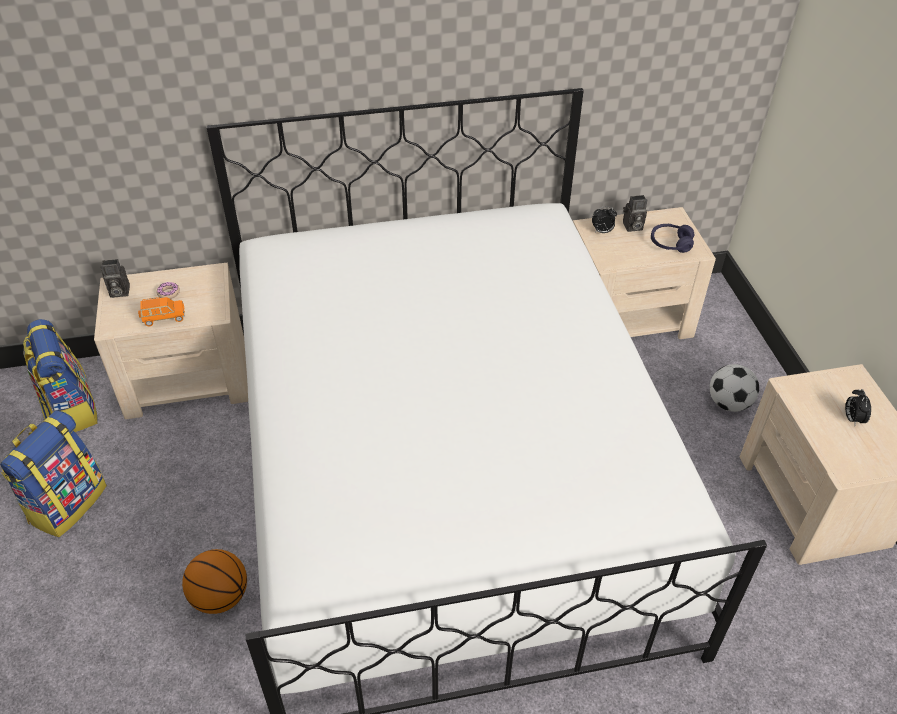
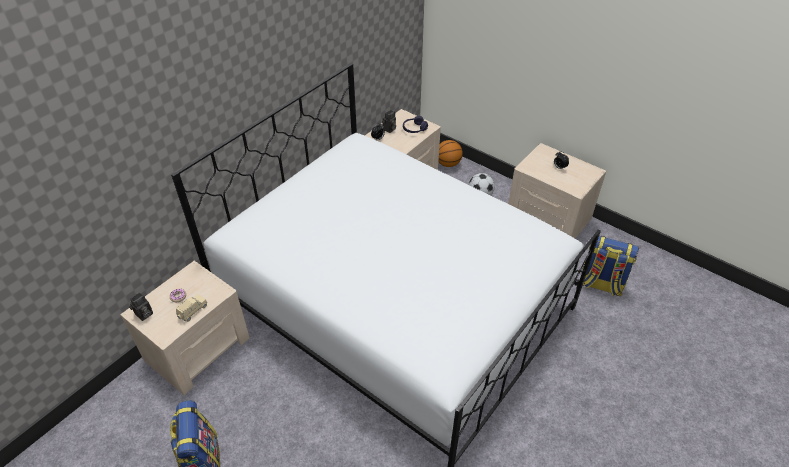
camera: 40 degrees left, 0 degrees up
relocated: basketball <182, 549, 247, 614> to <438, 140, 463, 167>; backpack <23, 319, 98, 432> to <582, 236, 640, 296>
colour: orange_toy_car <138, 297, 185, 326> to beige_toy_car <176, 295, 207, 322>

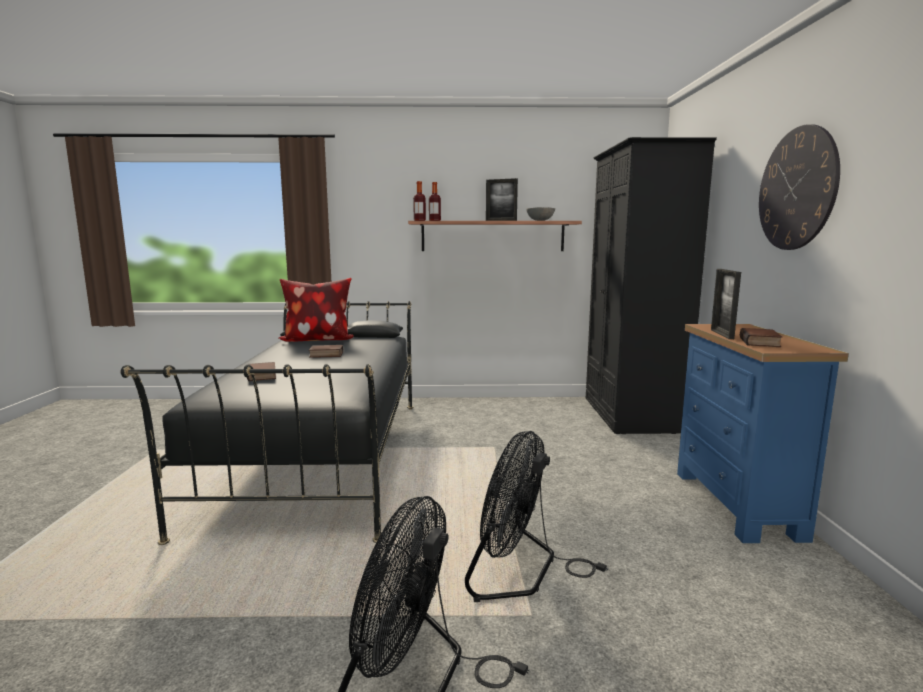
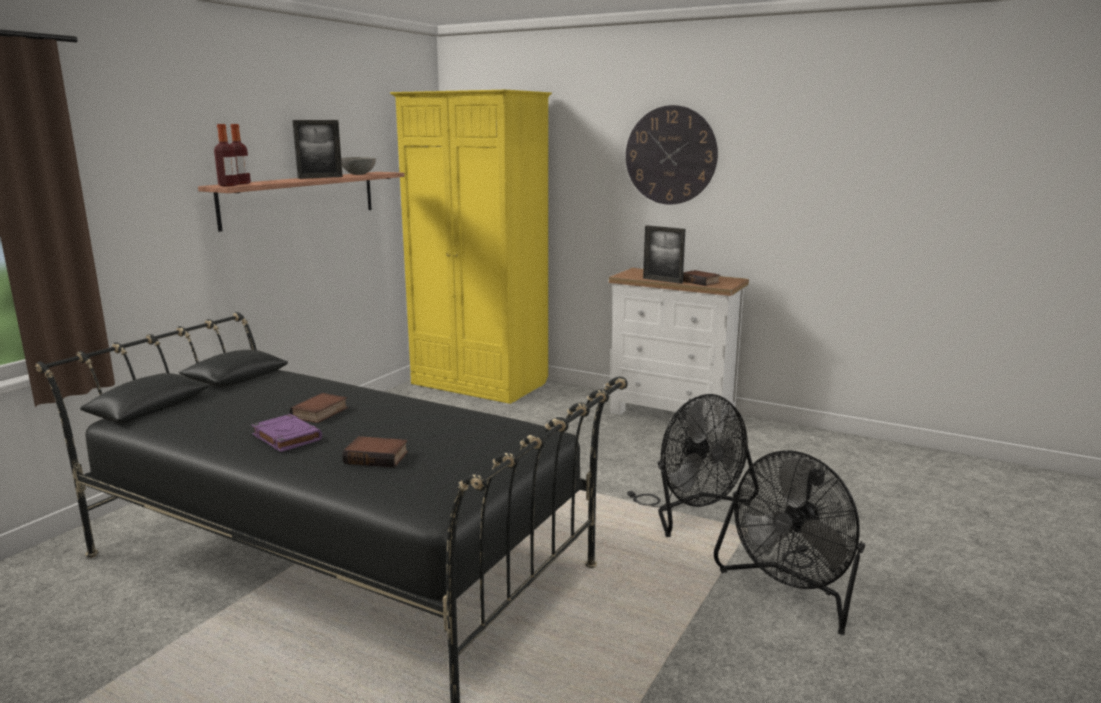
camera: 60 degrees left, 5 degrees up
missing: pillow <279, 278, 354, 342>
appeared: purple_book <251, 414, 322, 452>
colour: black_wardrobe <586, 137, 717, 434> to yellow_wardrobe <390, 90, 552, 404>; blue_dresser <677, 324, 849, 543> to white_dresser <609, 268, 749, 434>
spun: black_fan <465, 431, 609, 602> = <627, 394, 759, 537> 90 degrees counterclockwise

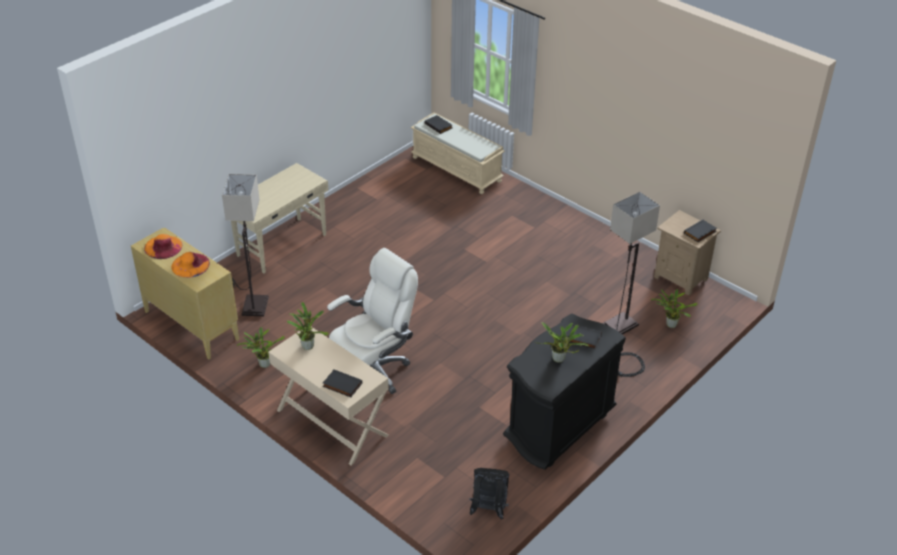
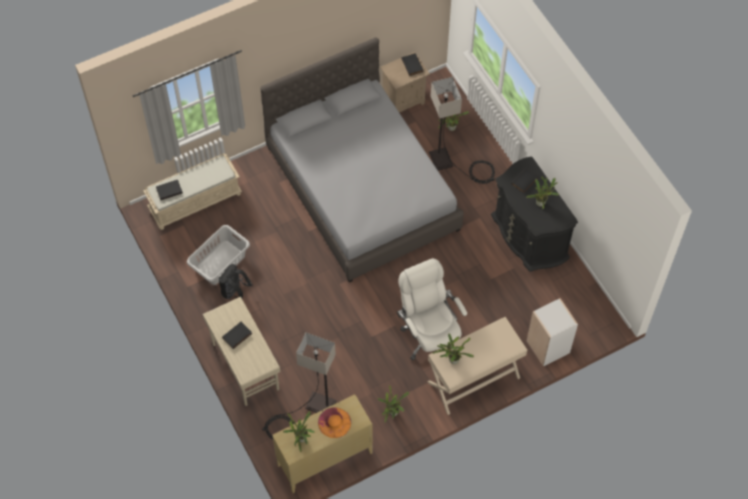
camera: 70 degrees left, 20 degrees up
appeared: grey_laundry_basket <187, 225, 250, 285>; grey_bed <260, 37, 464, 283>; bookcase <527, 298, 578, 367>
relocated: black_backpack <469, 468, 509, 519> to <219, 264, 253, 299>; black_book <323, 369, 362, 397> to <222, 322, 252, 349>
exchanged: orange_hat <144, 234, 182, 259> to potted_plant <283, 411, 315, 452>

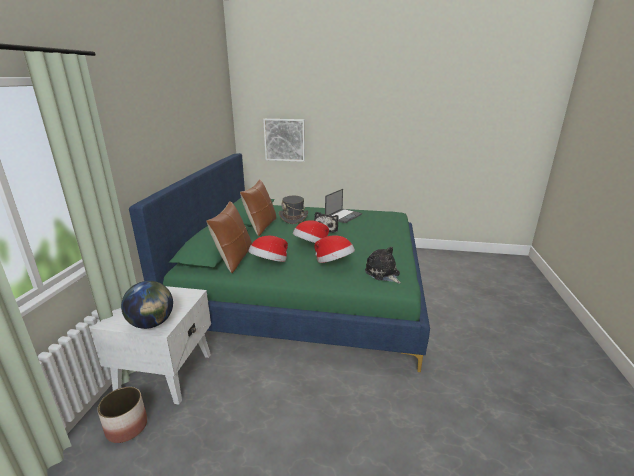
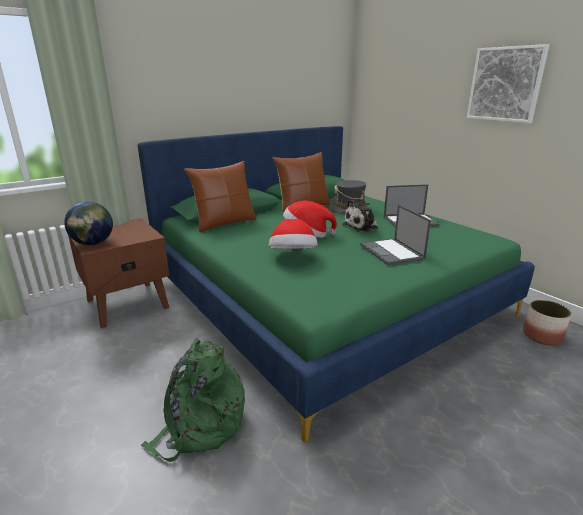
camera: 45 degrees right, 0 degrees up
missing: hat <249, 236, 288, 262>; plush_toy <365, 247, 401, 284>
appeared: green_backpack <141, 338, 245, 462>; laptop <360, 205, 431, 265>
relocated: picture <263, 119, 305, 162> to <467, 44, 550, 123>; planter <97, 387, 147, 443> to <523, 300, 571, 345>
colour: white_nightstand <89, 286, 211, 404> to brown_nightstand <68, 218, 170, 328>

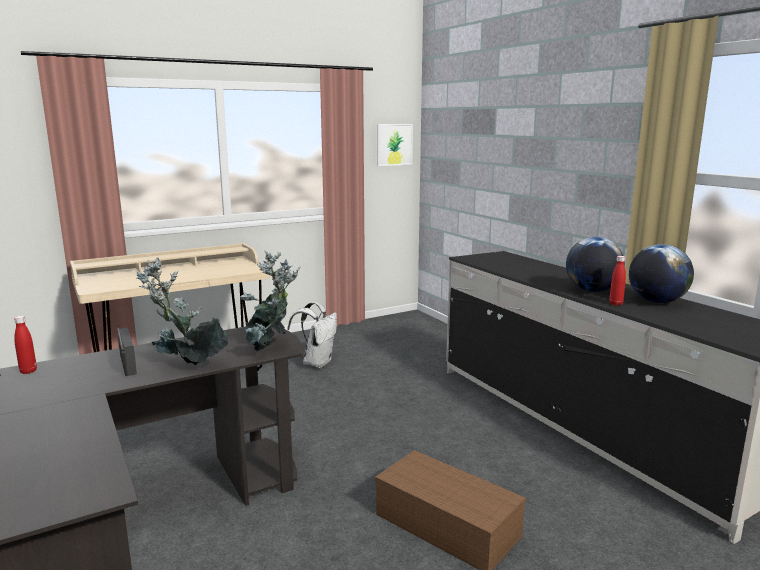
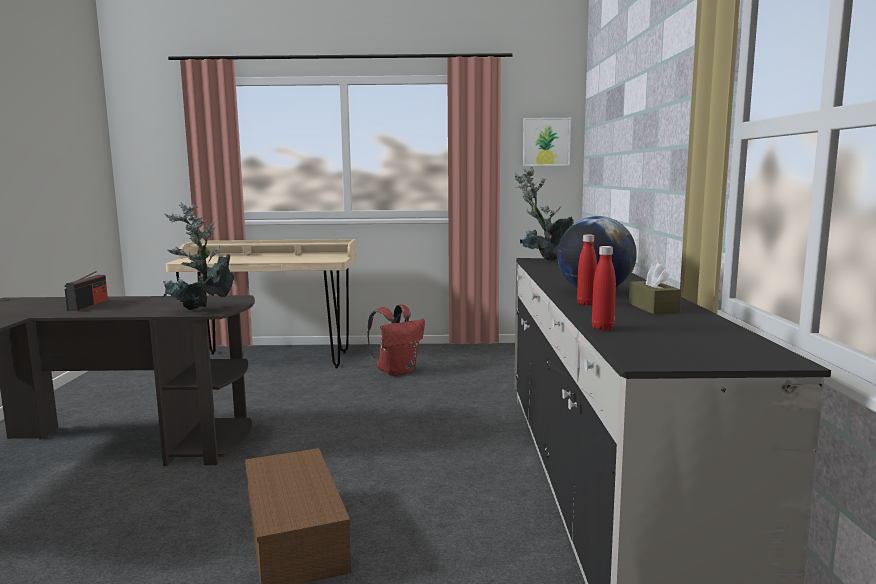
camera: 30 degrees right, 5 degrees down
relocated: potted_plant <136, 258, 228, 365> to <514, 167, 574, 260>; red_bottle <14, 316, 37, 374> to <592, 246, 616, 330>
exchanged: globe <629, 244, 694, 303> to brown_tissue_box <629, 263, 681, 314>
colour: white_backpack <287, 302, 337, 368> to red_backpack <367, 304, 425, 376>

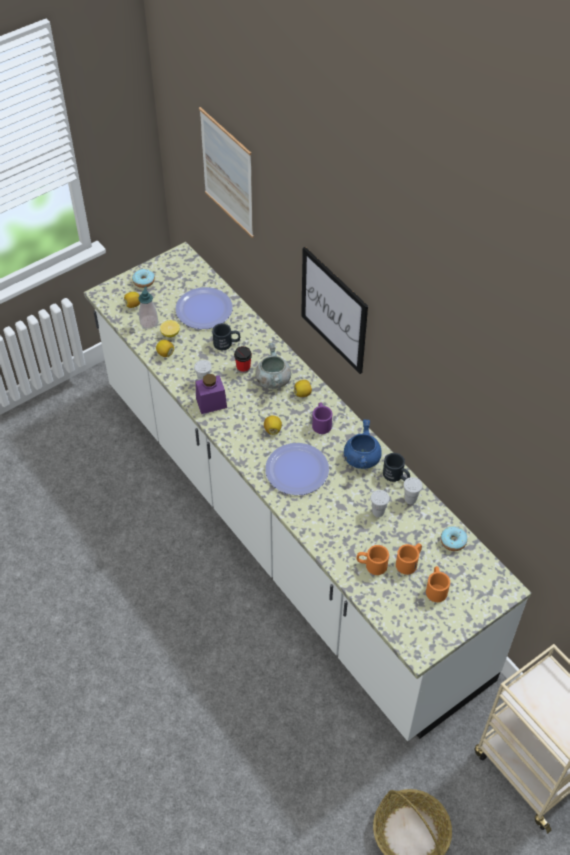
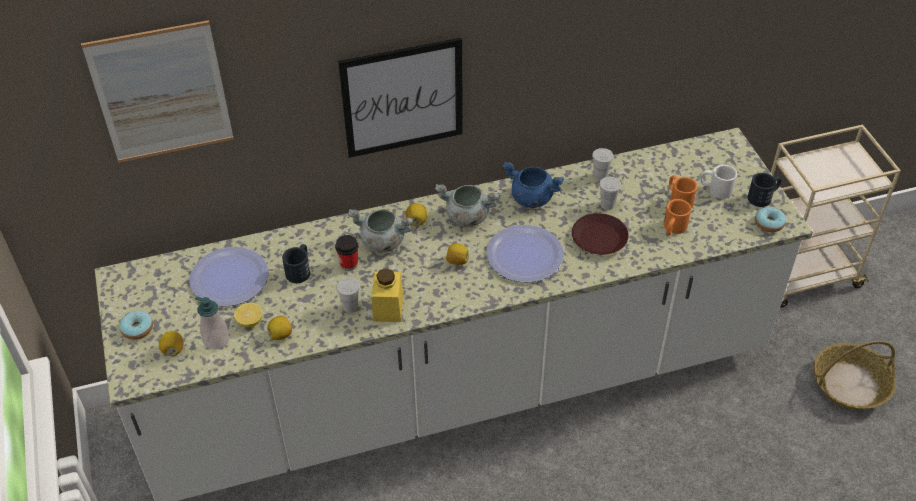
camera: 70 degrees left, 5 degrees down
appeared: brown_plate <572, 213, 629, 255>
relocated: black_mug <383, 453, 410, 482> to <748, 173, 781, 207>; donut <440, 526, 467, 551> to <755, 207, 786, 232>
exchanged: purple_mug <312, 402, 333, 434> to grey_cooking_pot <435, 184, 499, 227>
colour: purple_jar <195, 374, 227, 414> to yellow_jar <372, 268, 403, 322>; orange_mug <426, 566, 450, 602> to white_mug <700, 165, 737, 199>

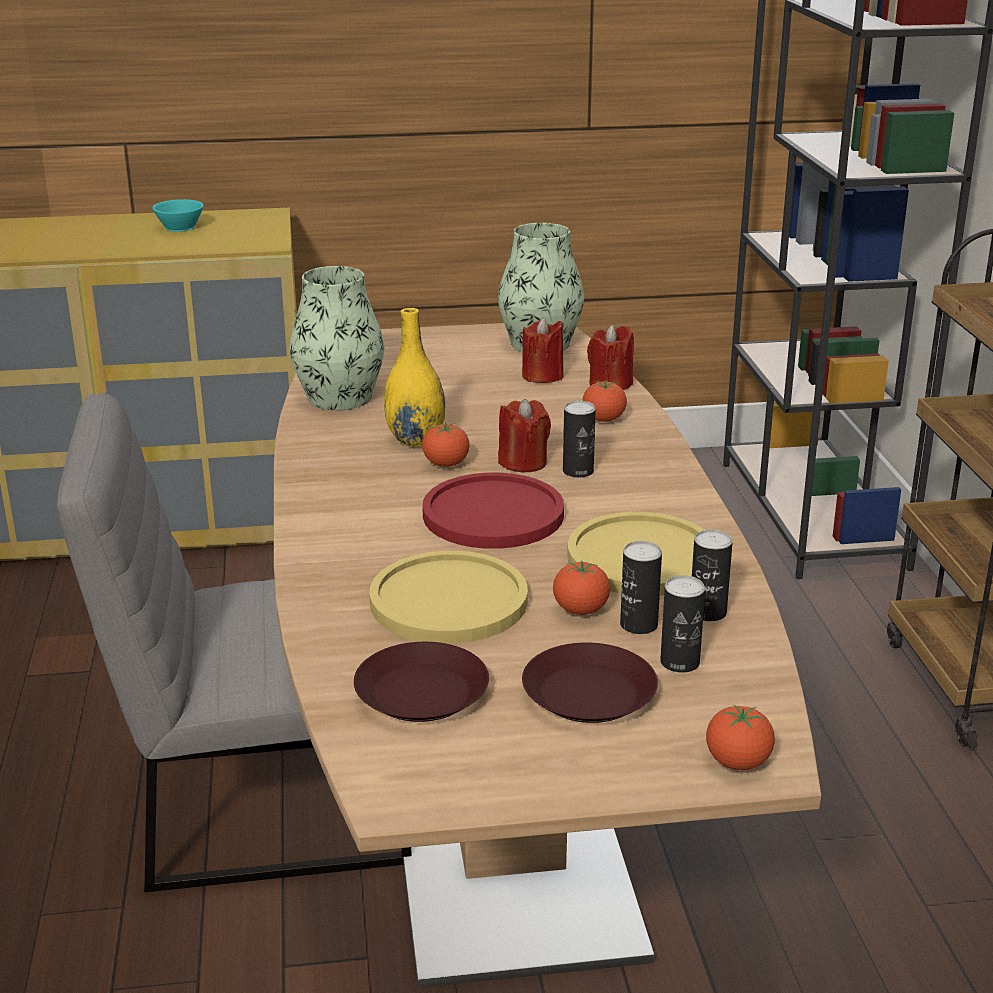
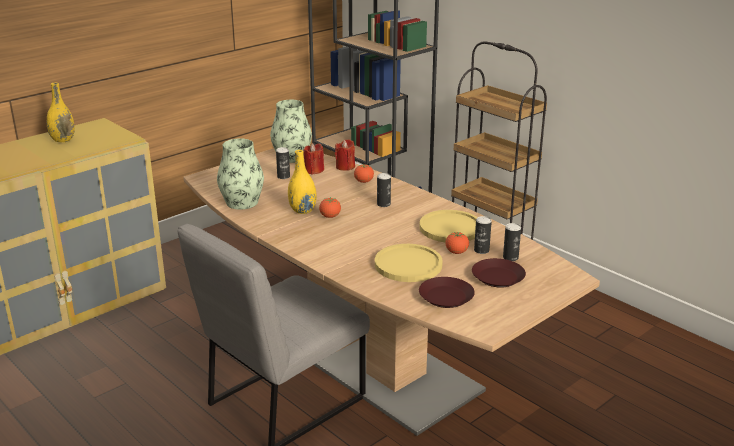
camera: 35 degrees left, 0 degrees up
missing: red_plate <422, 473, 564, 549>; red_candle <498, 399, 551, 472>; tomato <706, 705, 775, 770>
relocated: can <692, 529, 733, 621> to <276, 147, 290, 179>
exchanged: turquoise_cup <152, 199, 204, 232> to yellow_vase <47, 83, 75, 142>

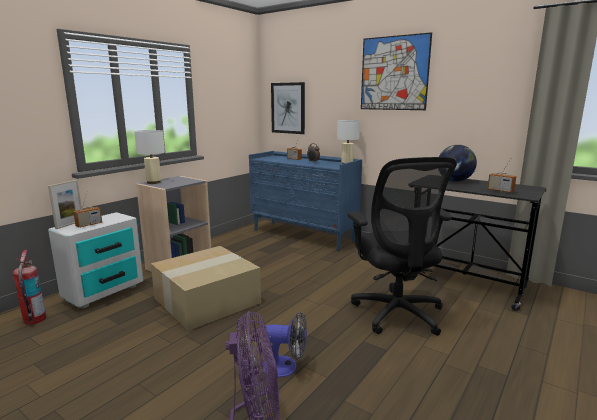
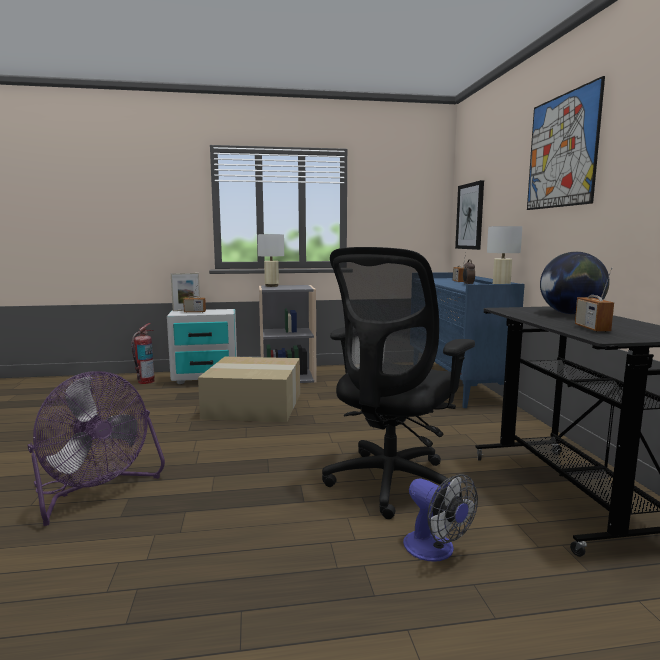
camera: 45 degrees right, 5 degrees down
relocated: fan <263, 311, 307, 377> to <403, 474, 478, 562>

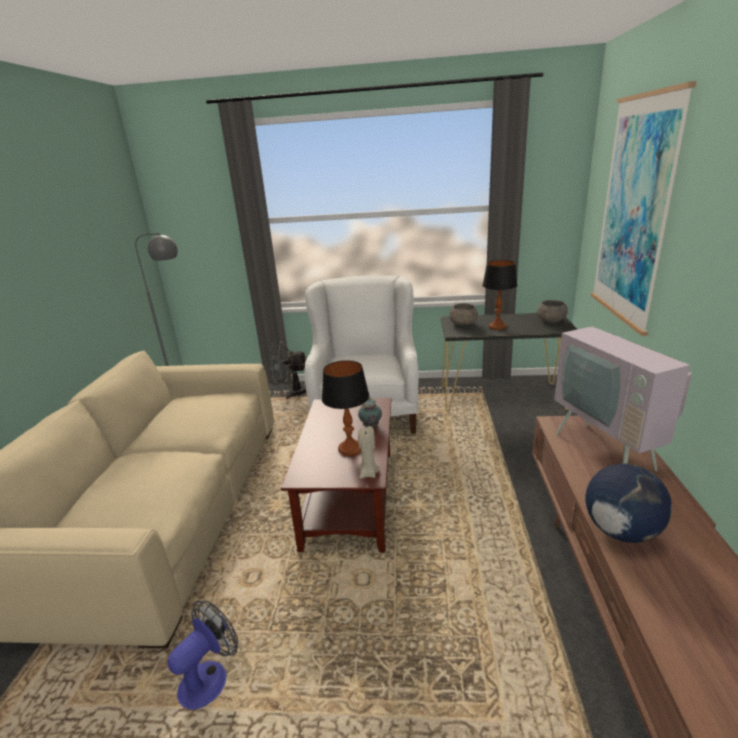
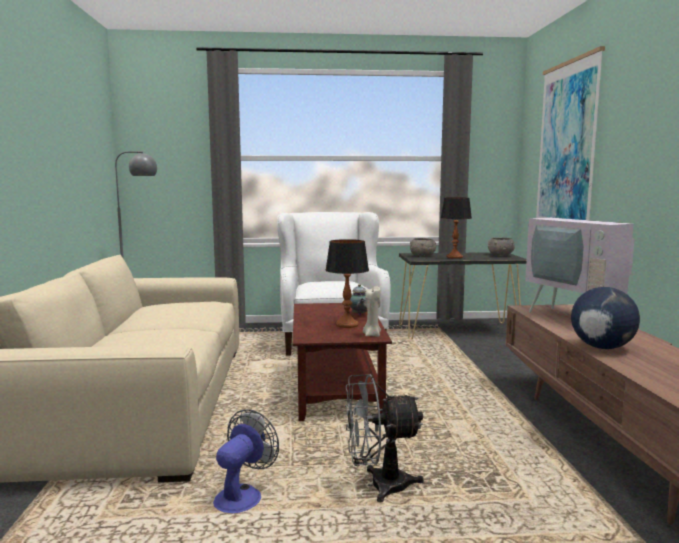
camera: 10 degrees left, 15 degrees down
relocated: grey_fan <269, 341, 307, 399> to <345, 374, 424, 502>

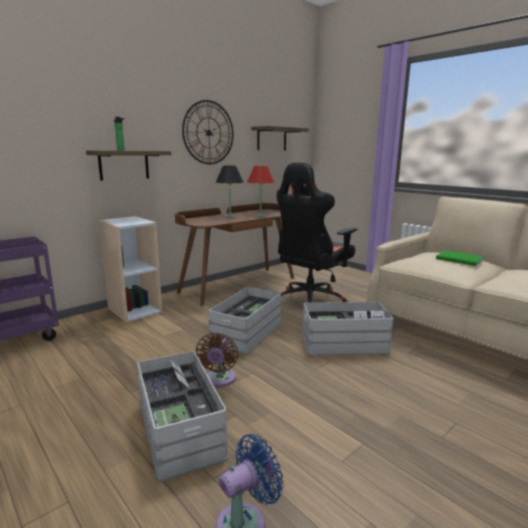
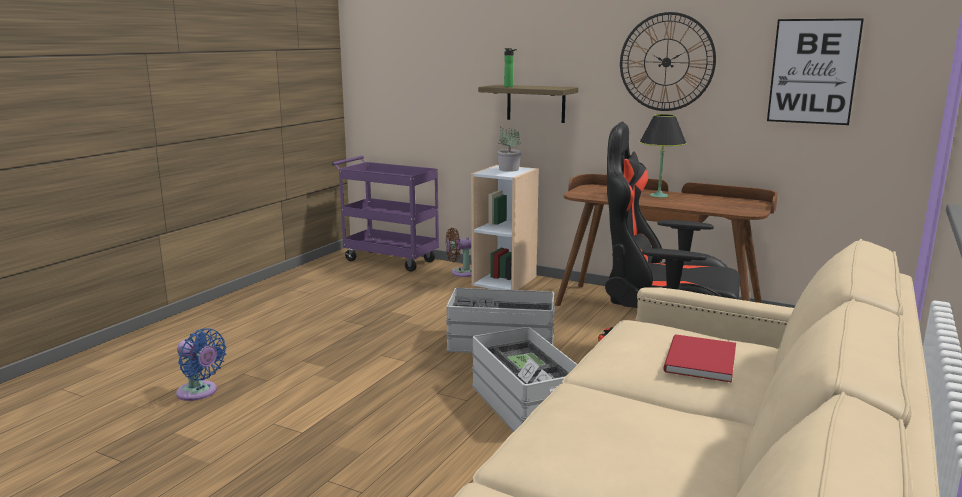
camera: 70 degrees right, 0 degrees up
missing: grey_storage_box <137, 351, 228, 482>; red_table_lamp <247, 165, 275, 217>
appeared: potted_plant <497, 127, 521, 172>
relocated: brown_fan <196, 333, 238, 387> to <446, 228, 471, 277>
exchanged: shelf <251, 126, 309, 150> to picture <767, 18, 864, 125>
colour: green_book <436, 250, 484, 266> to red_book <663, 334, 736, 383>

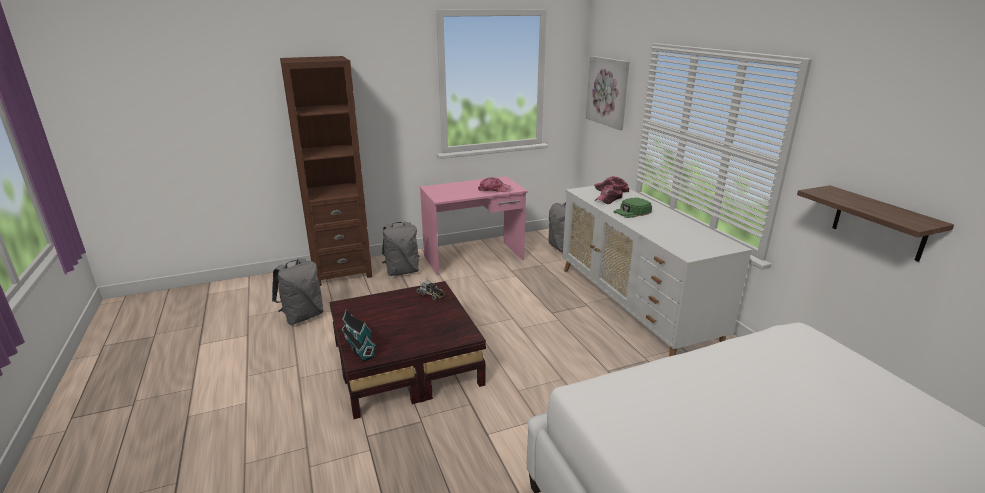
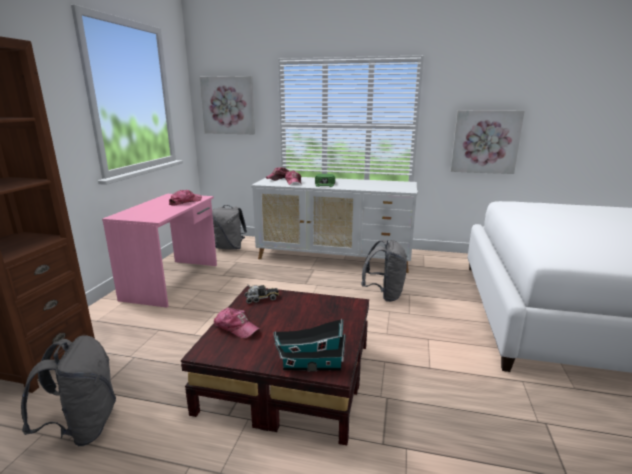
camera: 55 degrees left, 5 degrees down
appeared: cap <214, 308, 261, 339>
relocated: grey_backpack <382, 222, 420, 276> to <361, 240, 408, 302>
exchanged: shelf <797, 185, 954, 262> to picture <451, 110, 525, 174>

